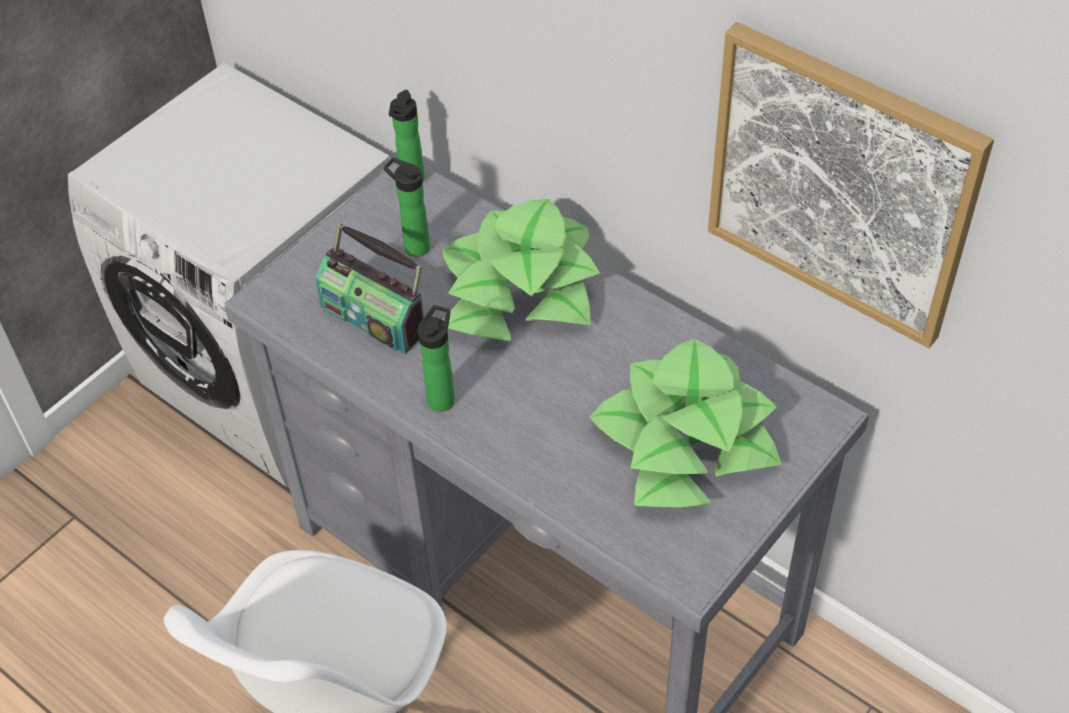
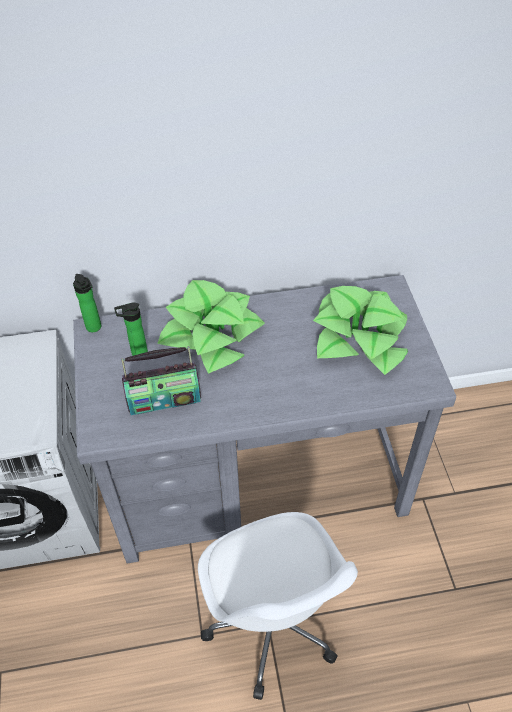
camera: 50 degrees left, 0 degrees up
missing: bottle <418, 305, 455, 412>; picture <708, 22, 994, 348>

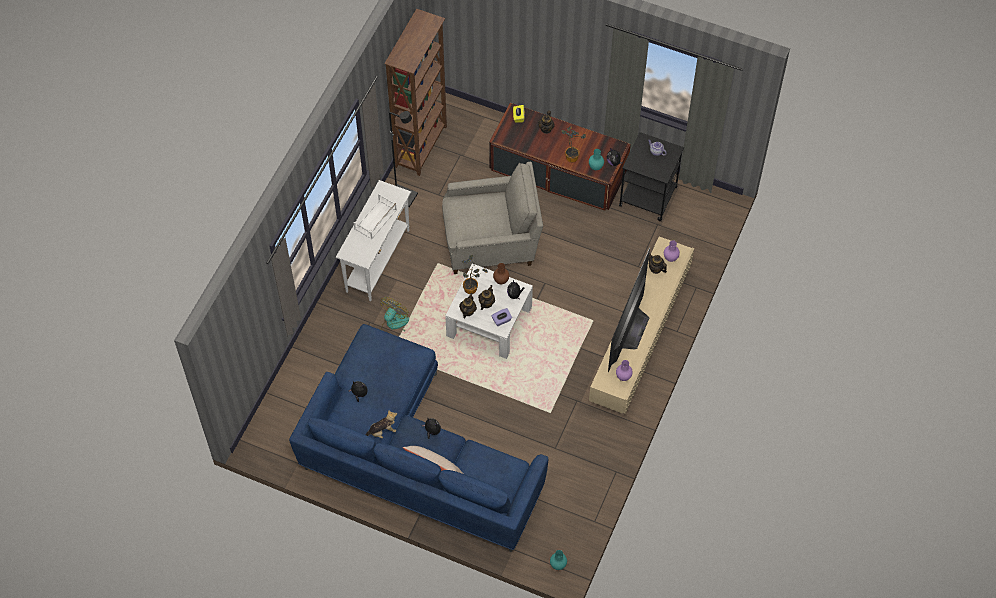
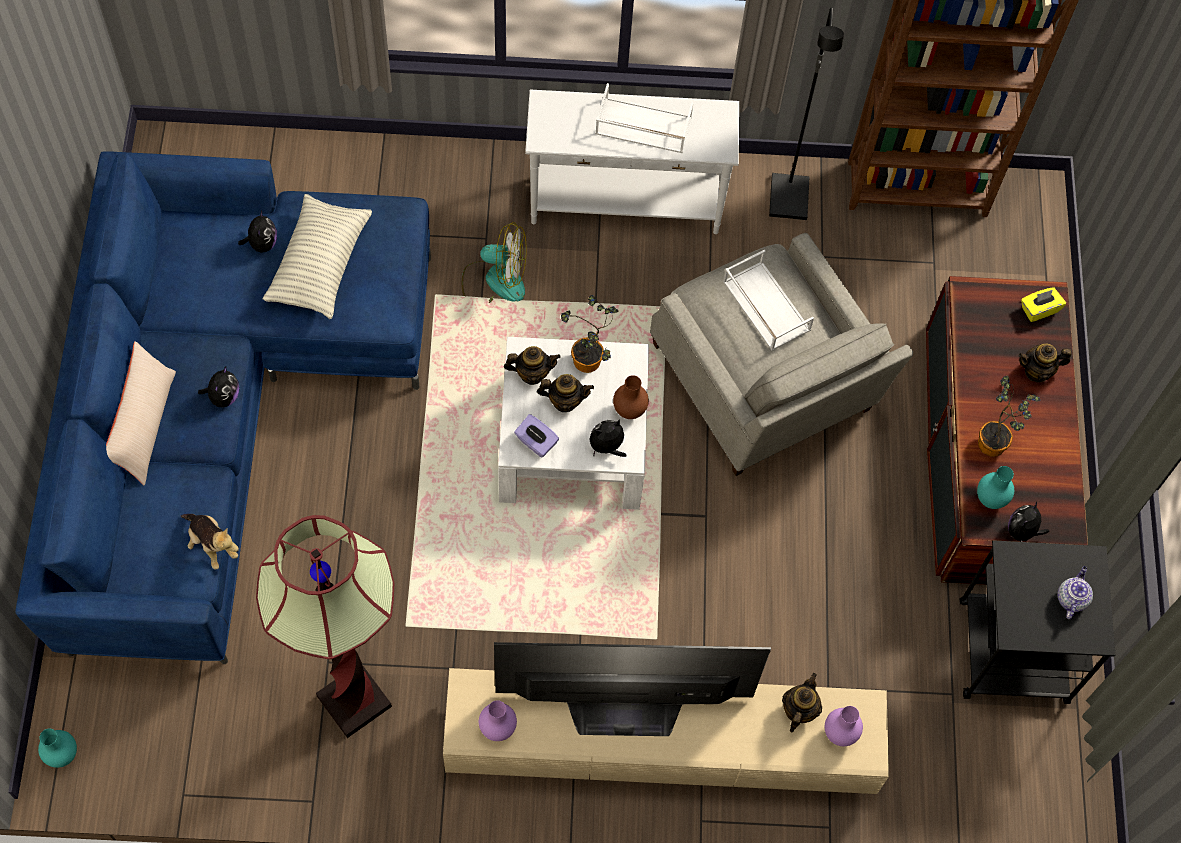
camera: 65 degrees right, 5 degrees up
appeared: floor_lamp <256, 515, 394, 738>; pillow <263, 194, 372, 319>; white_tray <723, 249, 814, 351>
relocated: plush_toy <365, 410, 397, 438> to <181, 514, 239, 569>

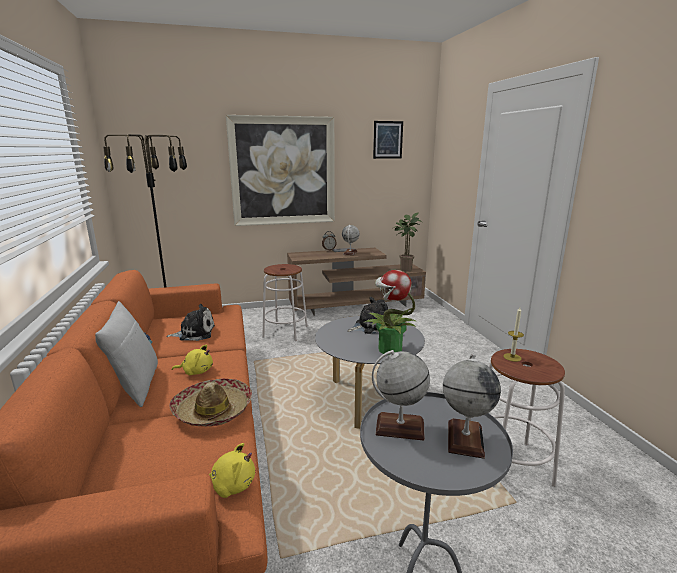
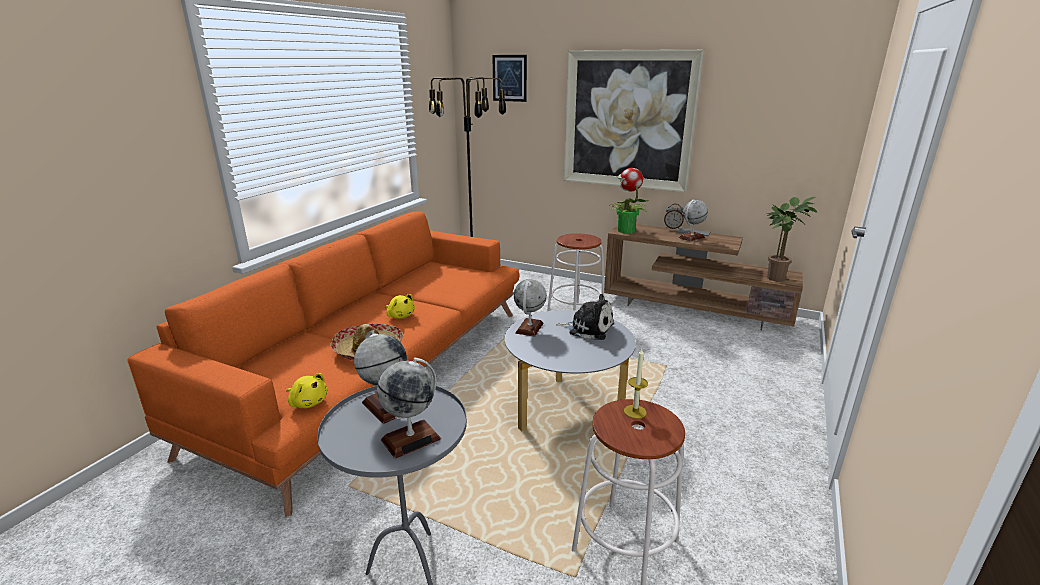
camera: 40 degrees right, 5 degrees up
missing: grey_pillow <95, 301, 158, 407>; plush_toy <166, 304, 215, 341>
appeared: globe <514, 279, 547, 337>
relocated: picture <373, 121, 403, 159> to <492, 55, 527, 102>; potted_plant <363, 270, 417, 355> to <612, 168, 649, 234>

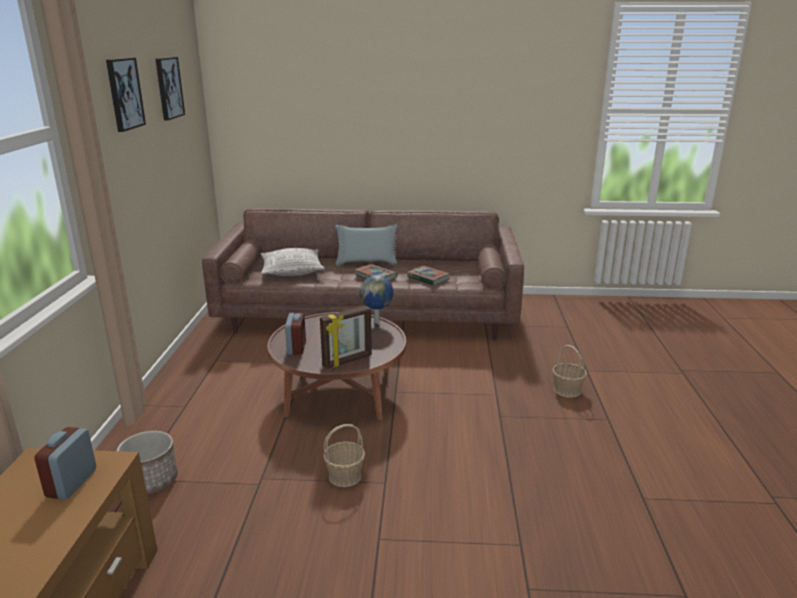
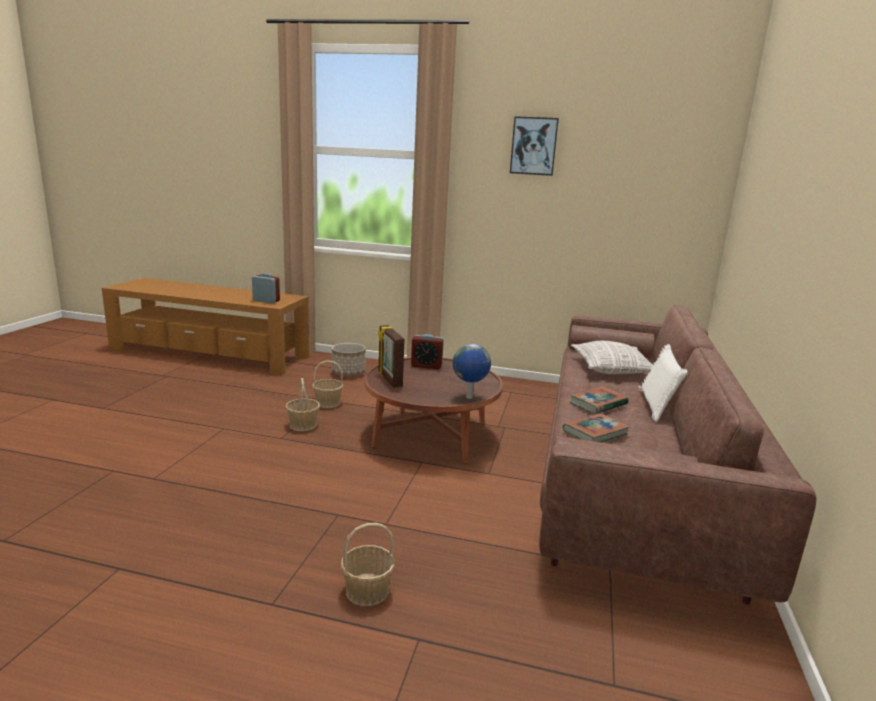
camera: 100 degrees right, 5 degrees down
missing: picture <155, 57, 185, 120>
appeared: basket <312, 360, 344, 408>
colour: blue_pillow <335, 224, 397, 265> to white_pillow <639, 344, 688, 422>

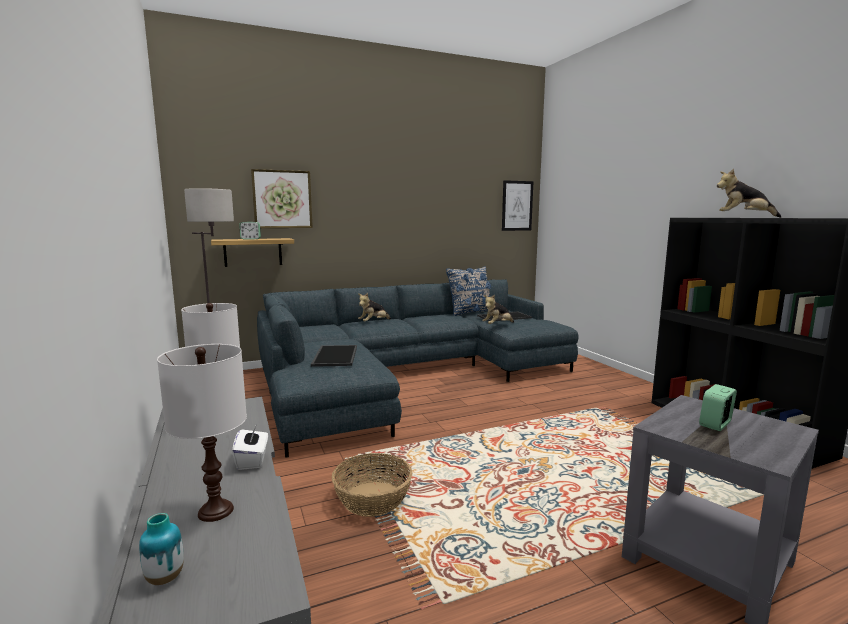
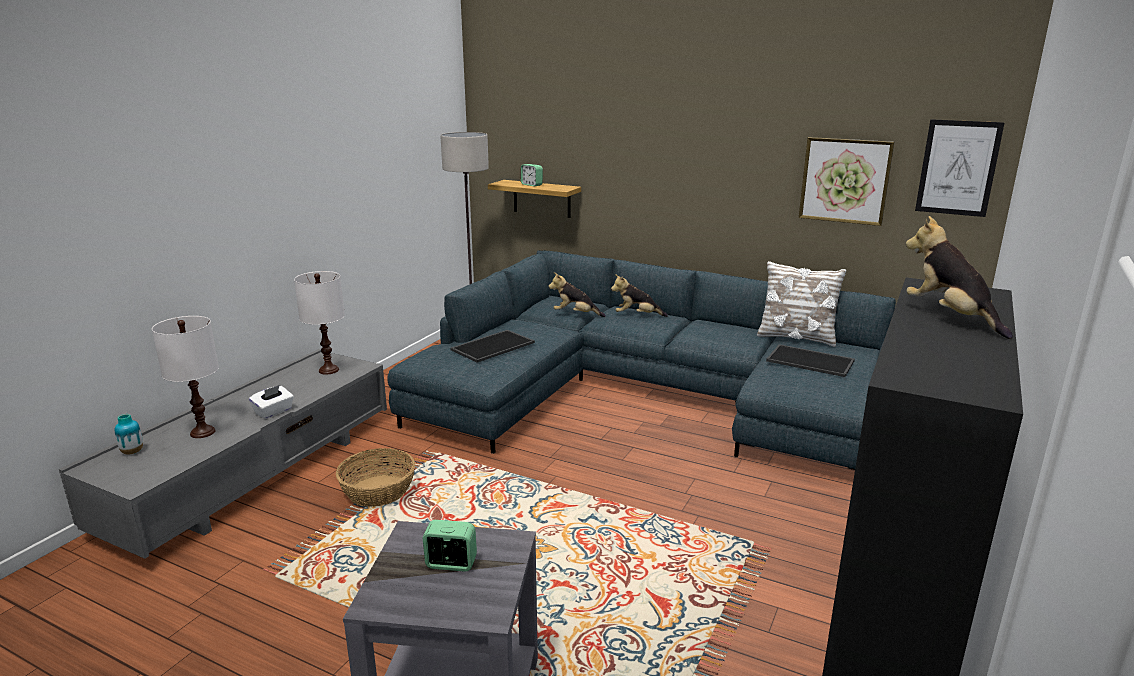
camera: 50 degrees right, 10 degrees up
relocated: plush_toy <482, 295, 514, 324> to <548, 272, 606, 317>; picture <251, 169, 313, 228> to <799, 137, 895, 226>
colour: blue_pillow <446, 266, 491, 316> to white_pillow <757, 261, 846, 347>

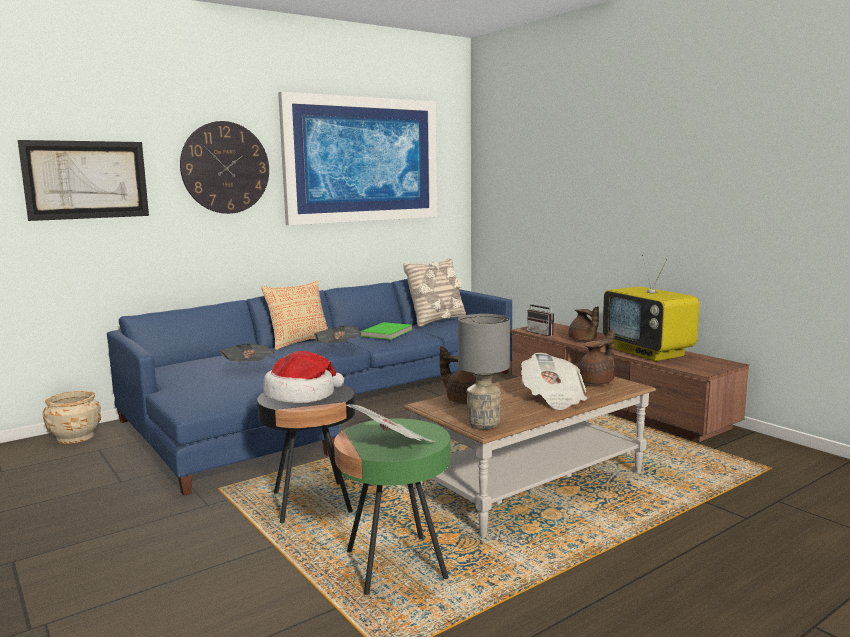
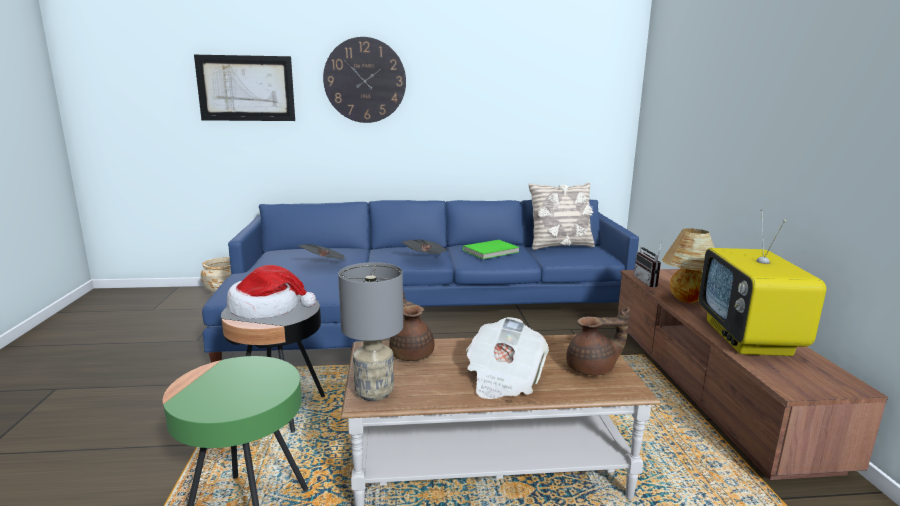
camera: 30 degrees right, 5 degrees up
missing: beige_pillow <261, 280, 328, 350>; picture <278, 92, 437, 225>; newspaper <346, 404, 436, 442>
exchanged: brown_teapot <568, 307, 599, 341> to table_lamp <662, 228, 715, 303>

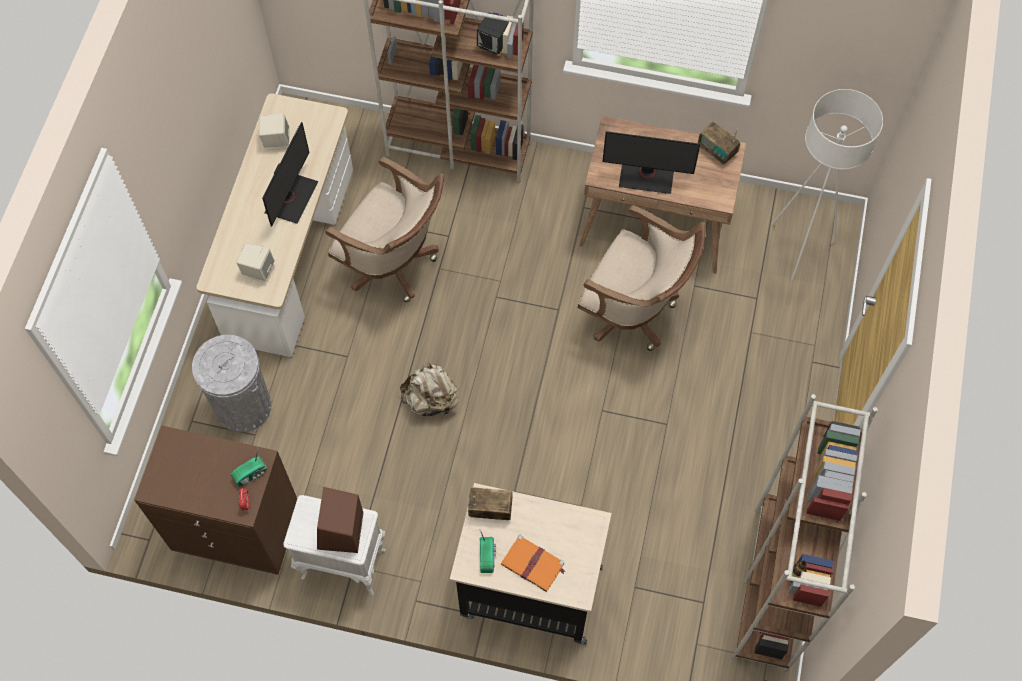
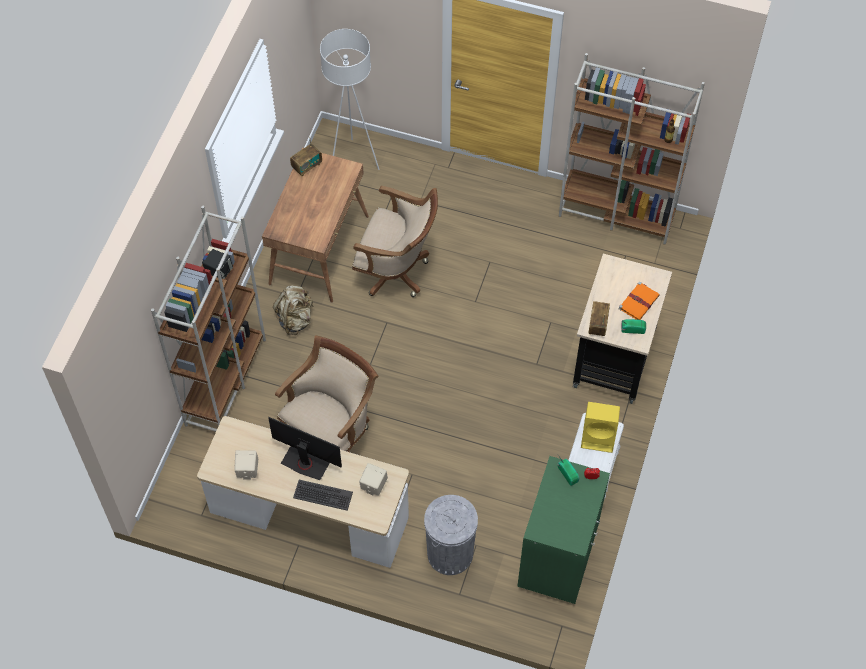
camera: 85 degrees left, 5 degrees down
missing: monitor <602, 131, 700, 194>
appeared: keyboard <293, 480, 353, 511>
relocated: beige_backpack <400, 362, 459, 416> to <273, 285, 313, 335>
colour: brown_cabinet <134, 425, 297, 575> to green_cabinet <517, 456, 610, 604>; brown_speaker <317, 487, 363, 553> to yellow_speaker <581, 402, 620, 453>
spun: office_chair <577, 205, 706, 351> = <352, 186, 438, 297> 75 degrees clockwise

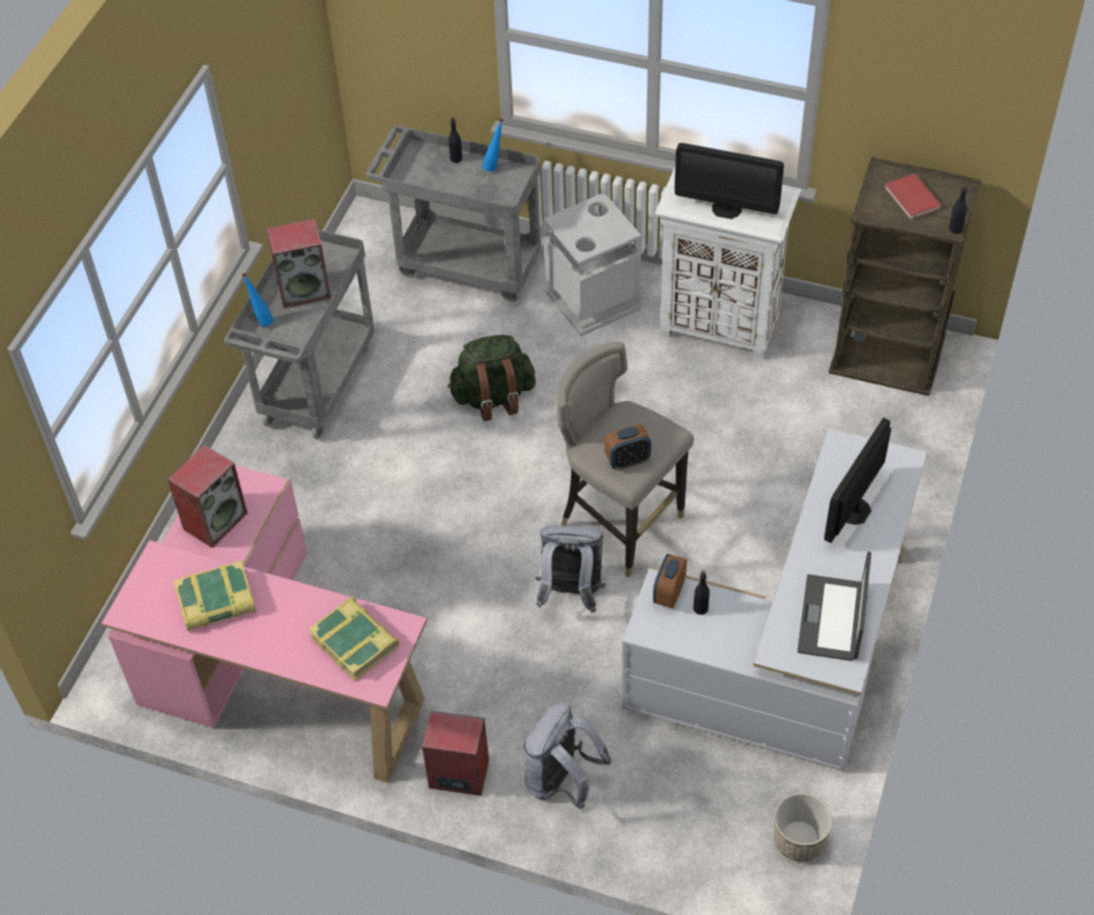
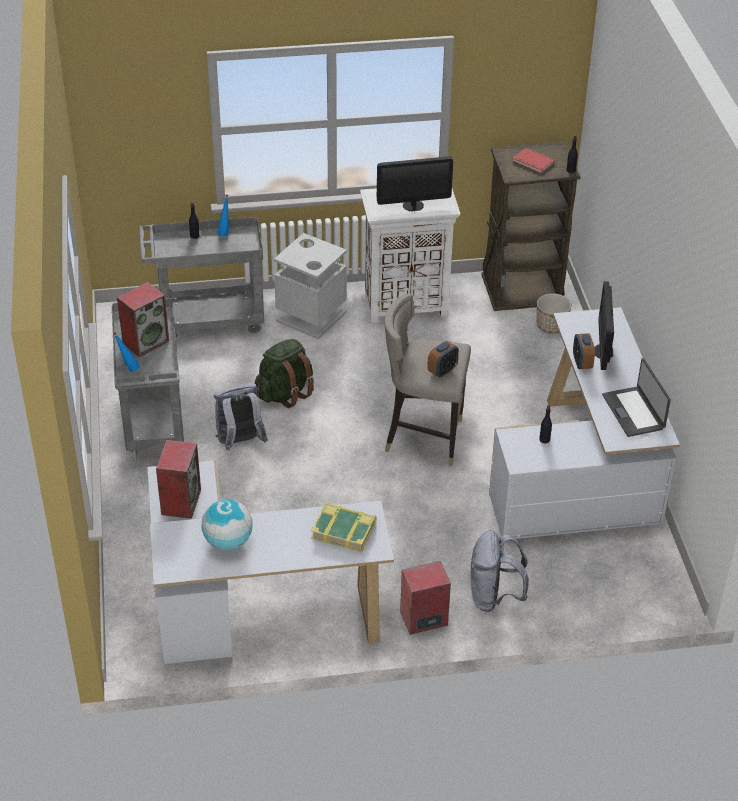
camera: 30 degrees left, 10 degrees down
relocated: grey_backpack <535, 525, 605, 613> to <214, 383, 268, 451>; planter <774, 793, 833, 862> to <536, 293, 571, 334>; alarm_clock <653, 554, 687, 608> to <573, 333, 595, 369>
exchanged: book <174, 561, 256, 632> to globe <201, 499, 253, 550>
colour: pink_desk <102, 465, 427, 783> to white_desk <147, 460, 394, 664>

